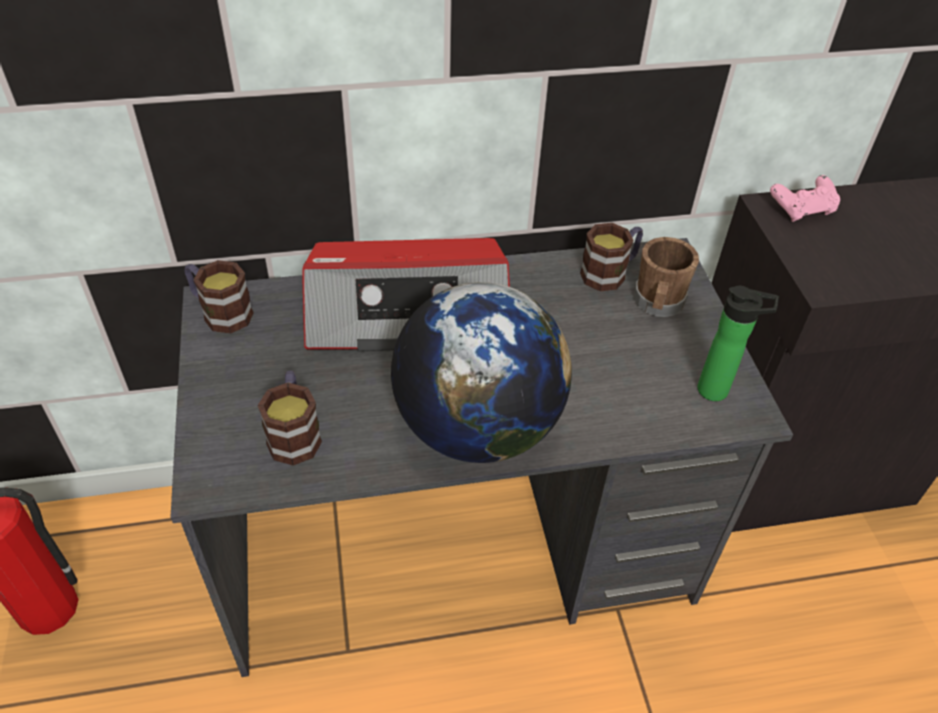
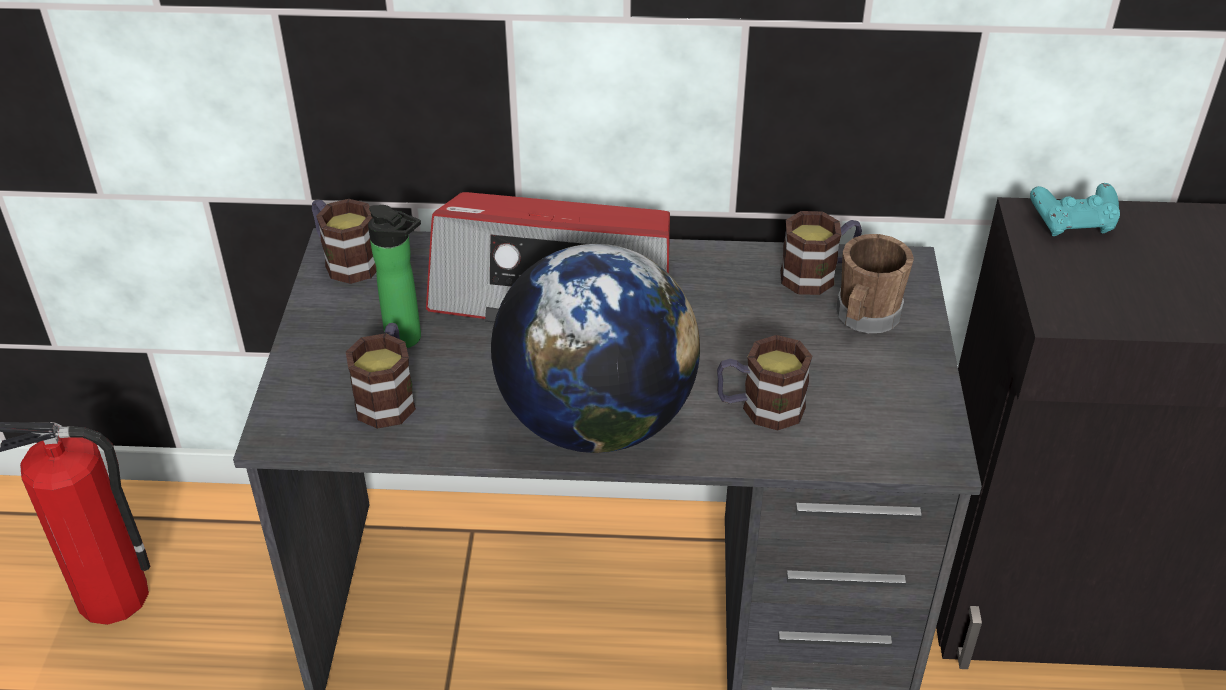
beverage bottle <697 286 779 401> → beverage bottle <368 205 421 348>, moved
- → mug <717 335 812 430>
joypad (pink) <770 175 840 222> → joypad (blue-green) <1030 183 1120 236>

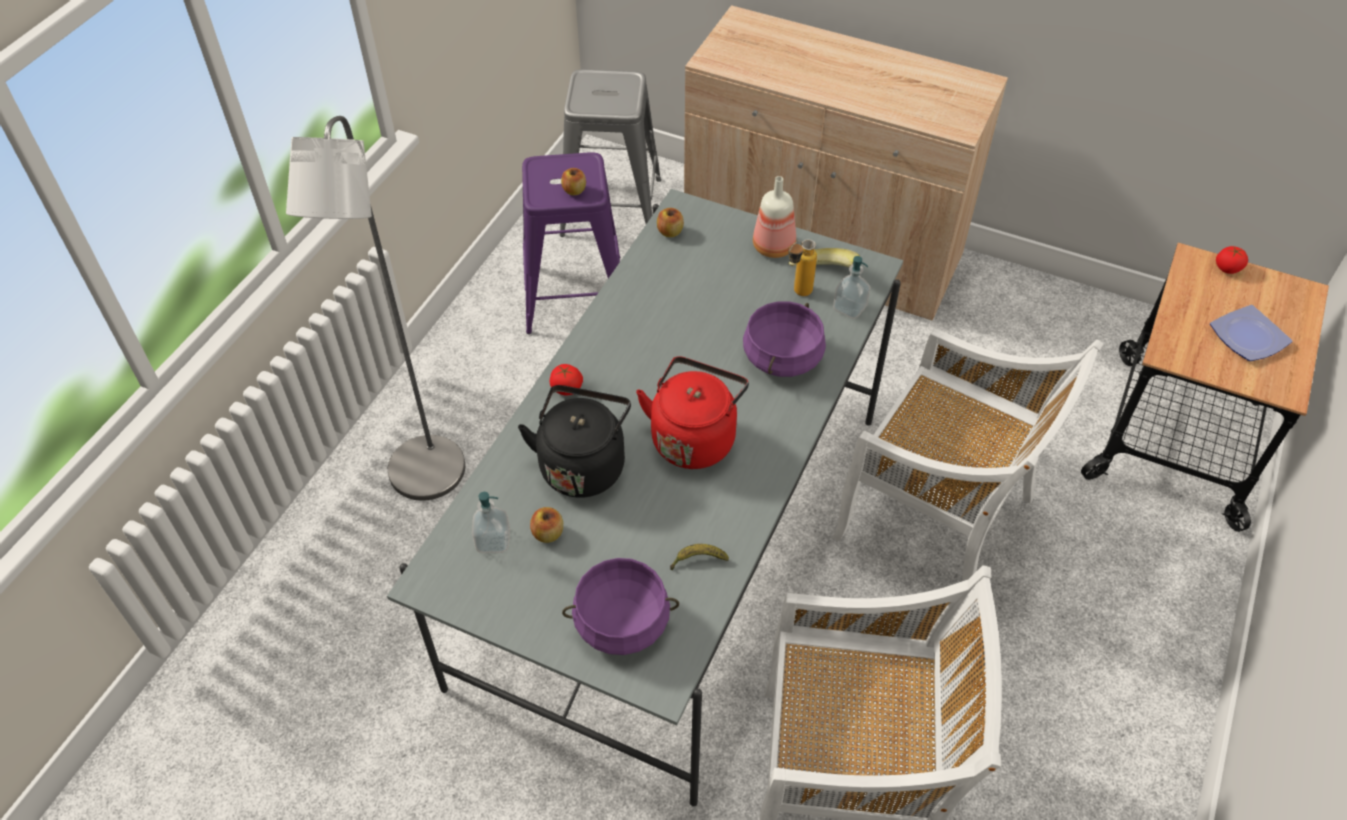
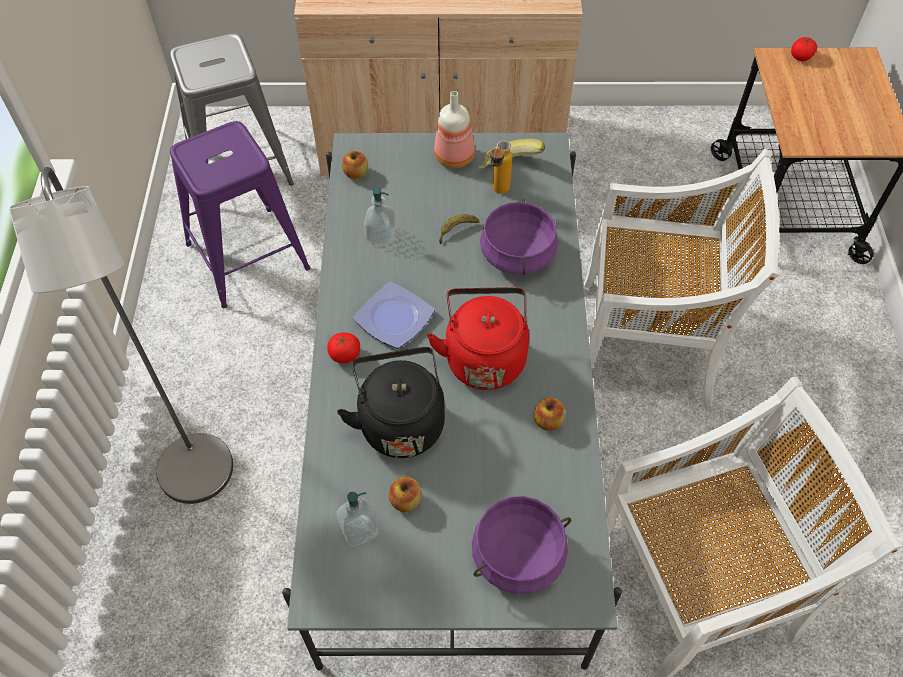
plate <1210 305 1292 361> → plate <353 281 435 349>, moved
soap bottle <833 256 871 319> → soap bottle <364 188 396 245>, moved
whole banana <670 544 729 570> → whole banana <439 214 480 244>, moved
whole apple <561 168 586 195> → whole apple <534 397 565 431>, moved

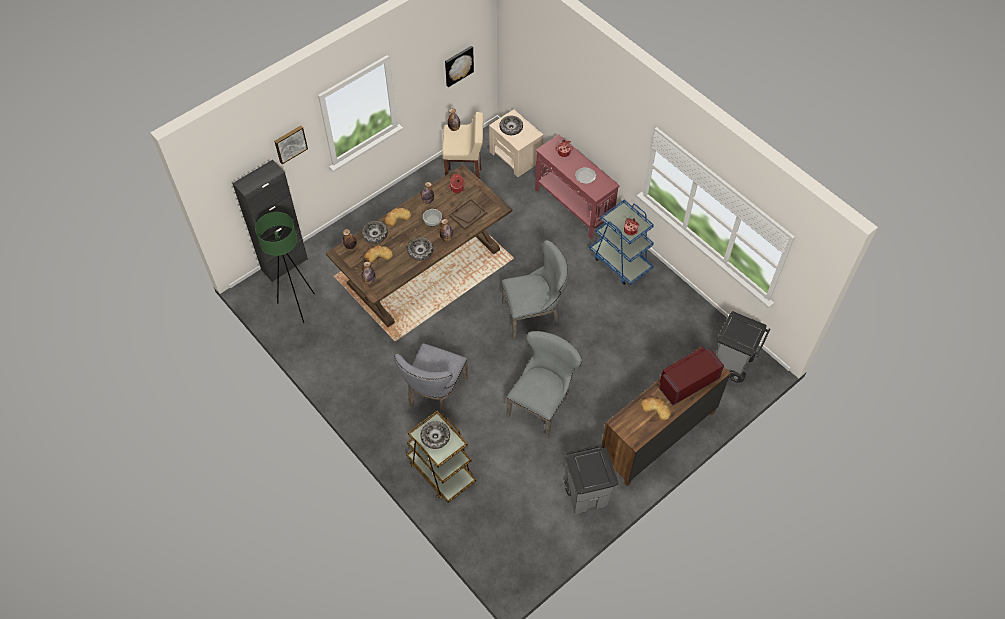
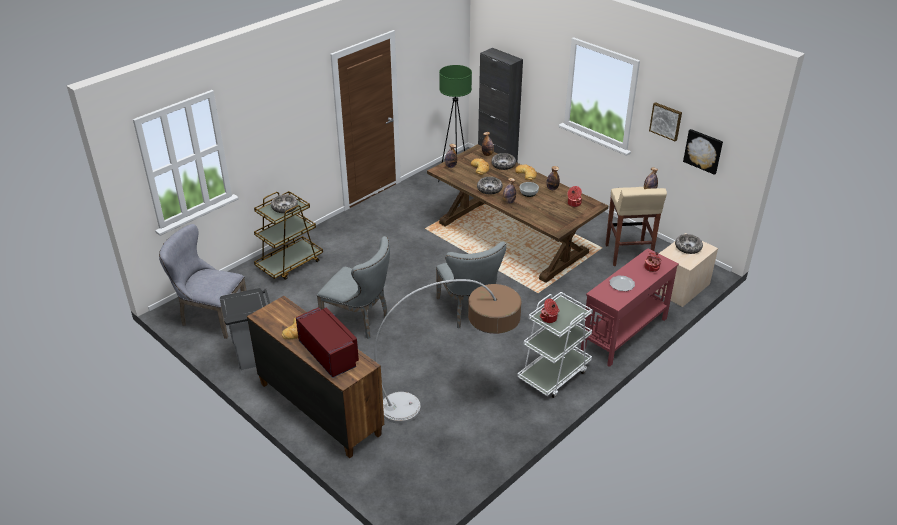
upright chair (greyish) <394 343 468 418> → upright chair (greyish) <159 224 247 339>, moved
- → standard lamp <374 279 522 424>
cart (bluish) <590 200 654 285> → cart (whitish) <517 292 592 398>
wall art <274 126 308 164> → wall art <649 102 682 141>, moved
carrying tray (brown) <449 198 487 230> → -
rubbish bin (greyish) <717 311 770 383> → -

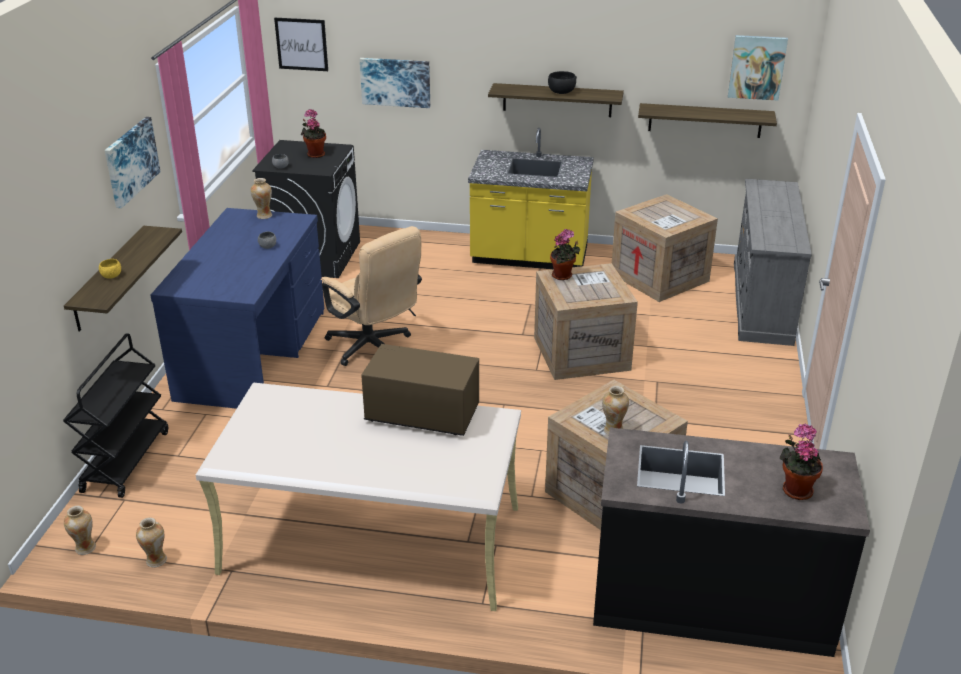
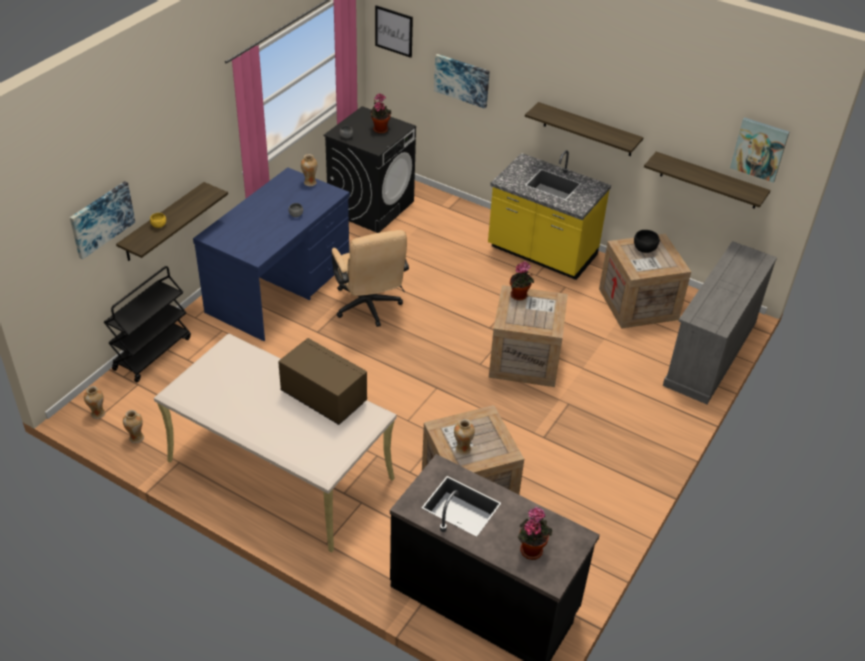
wall art <105 117 161 208> → wall art <70 181 135 259>, moved
bowl (black) <548 71 577 94> → bowl (black) <634 230 660 253>, moved

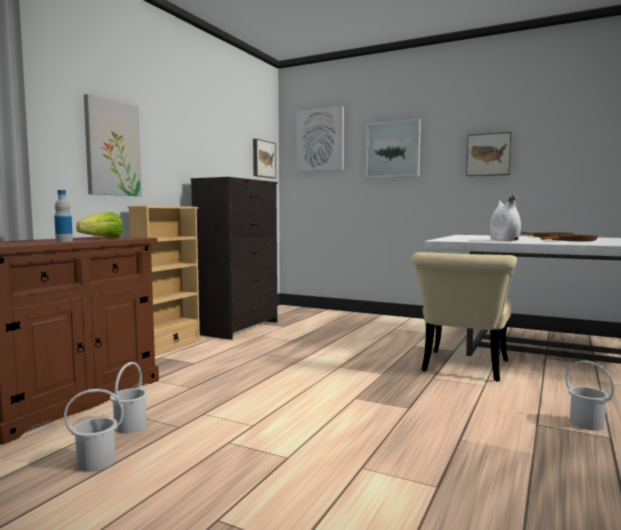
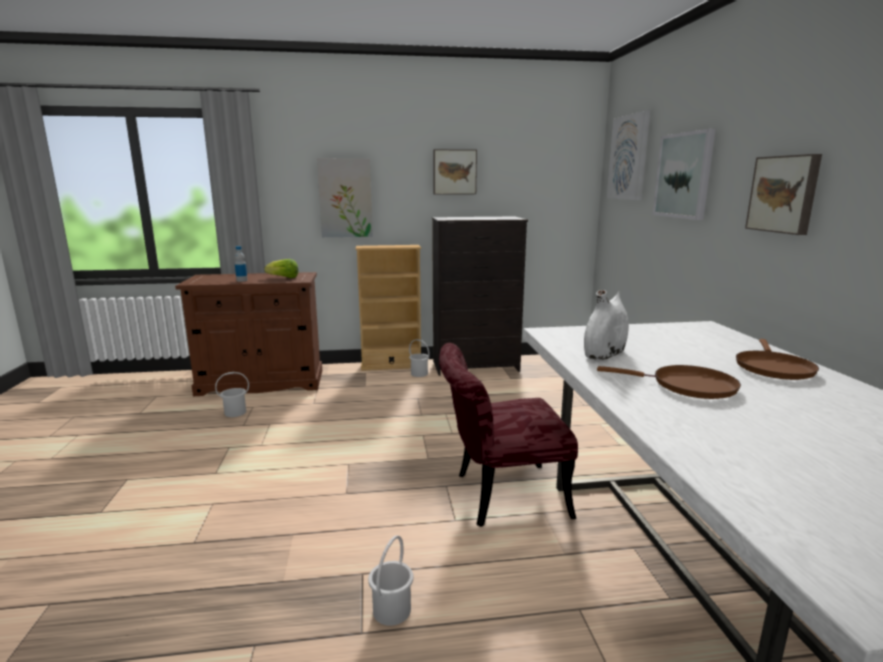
water bucket (whitish) <64 389 124 472> → water bucket (whitish) <409 339 430 377>, moved
wall art <253 139 276 178> → wall art <433 149 477 195>, moved
upright chair (beige) <412 252 517 382> → upright chair (red-coloured) <439 343 578 527>

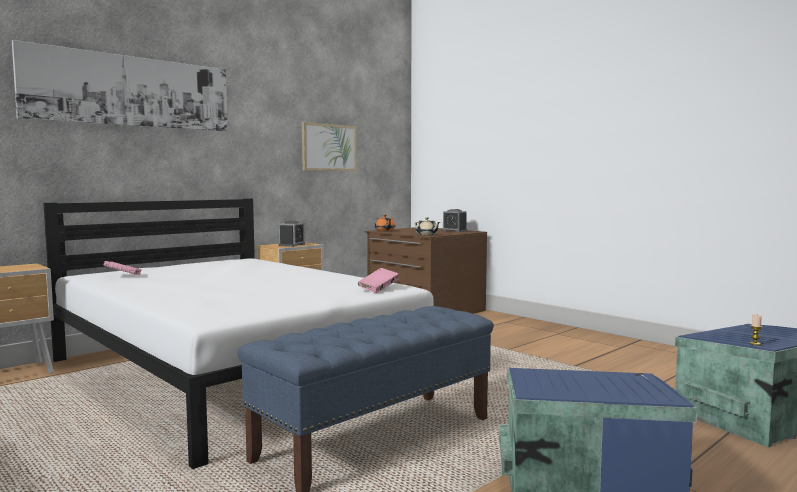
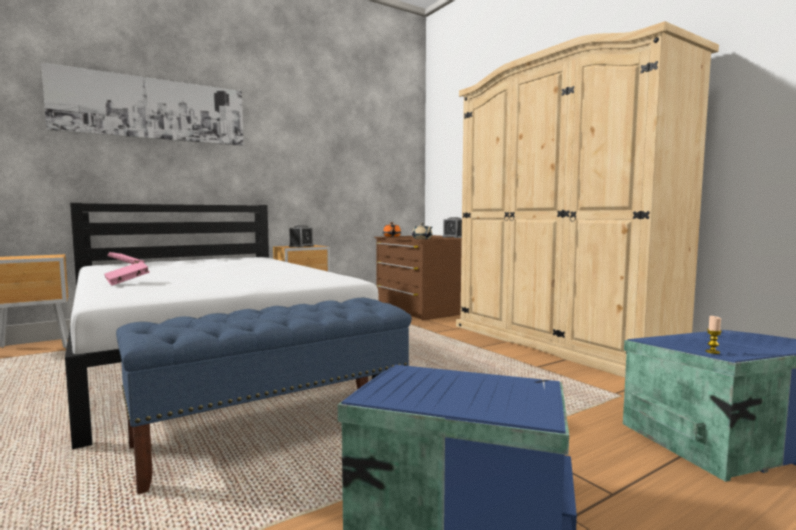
volume (pink) <358 268 399 293> → volume (pink) <104 261 150 286>, moved
- → clothes cupboard (beige) <456 21 719 377>
wall art <302 122 356 171> → -

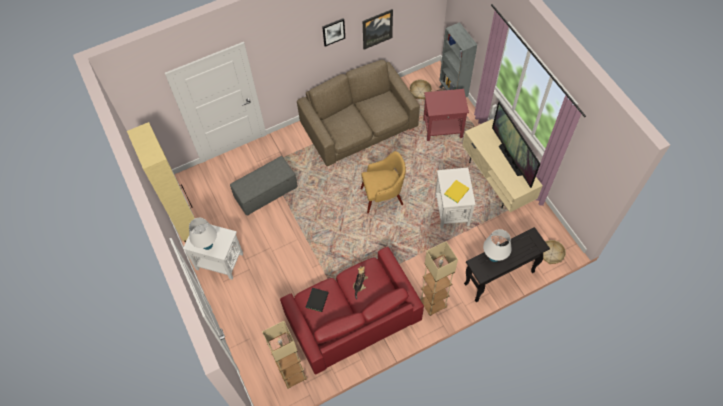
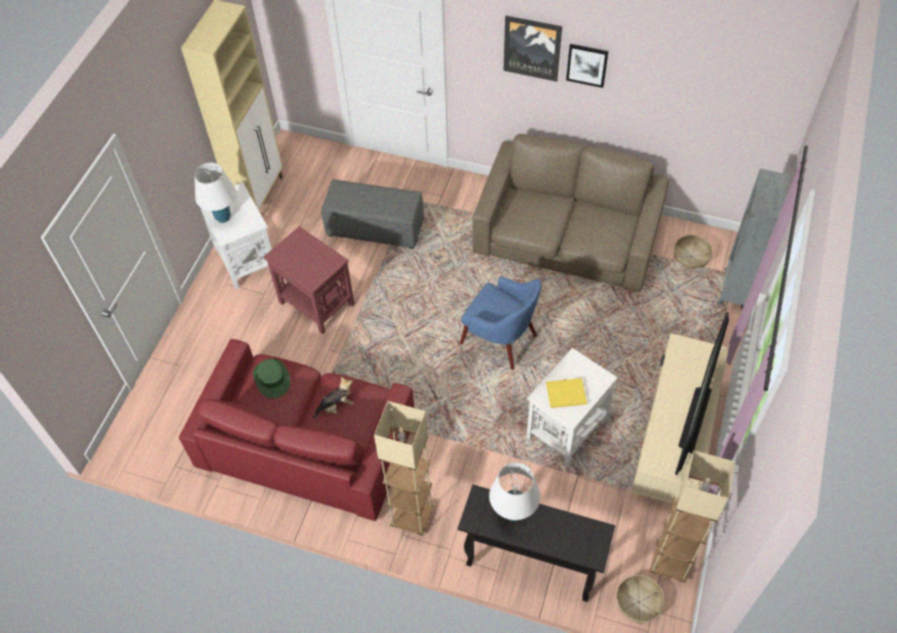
volume (black) <306 288 329 312> → wearable hat (greenish) <253 359 290 398>
accent table (red-coloured) <423 89 469 141> → accent table (red-coloured) <263 226 355 334>, moved
armchair (yellow-coloured) <361 151 406 213> → armchair (bluish) <460 276 541 370>
wall art <363 9 393 49> → wall art <503 16 562 82>, moved
standard lamp (beige) <262 321 307 389> → standard lamp (beige) <650 450 735 582>, moved

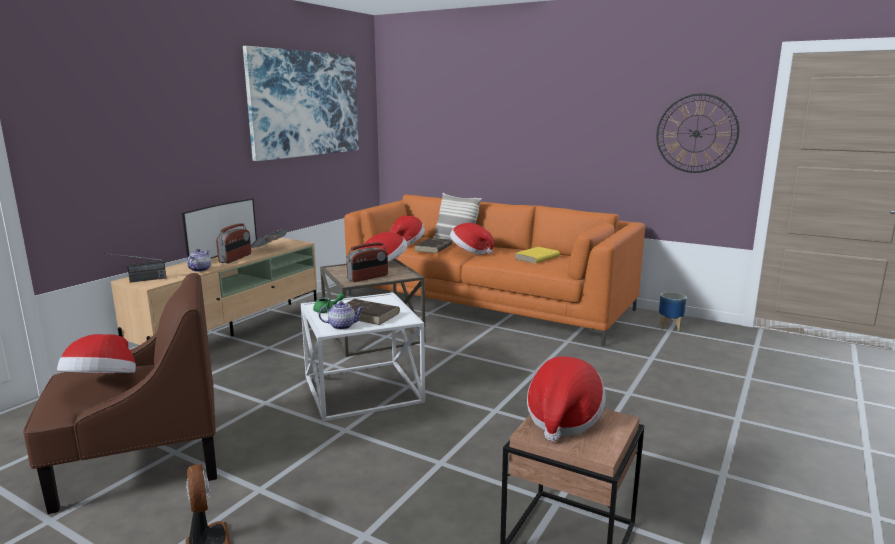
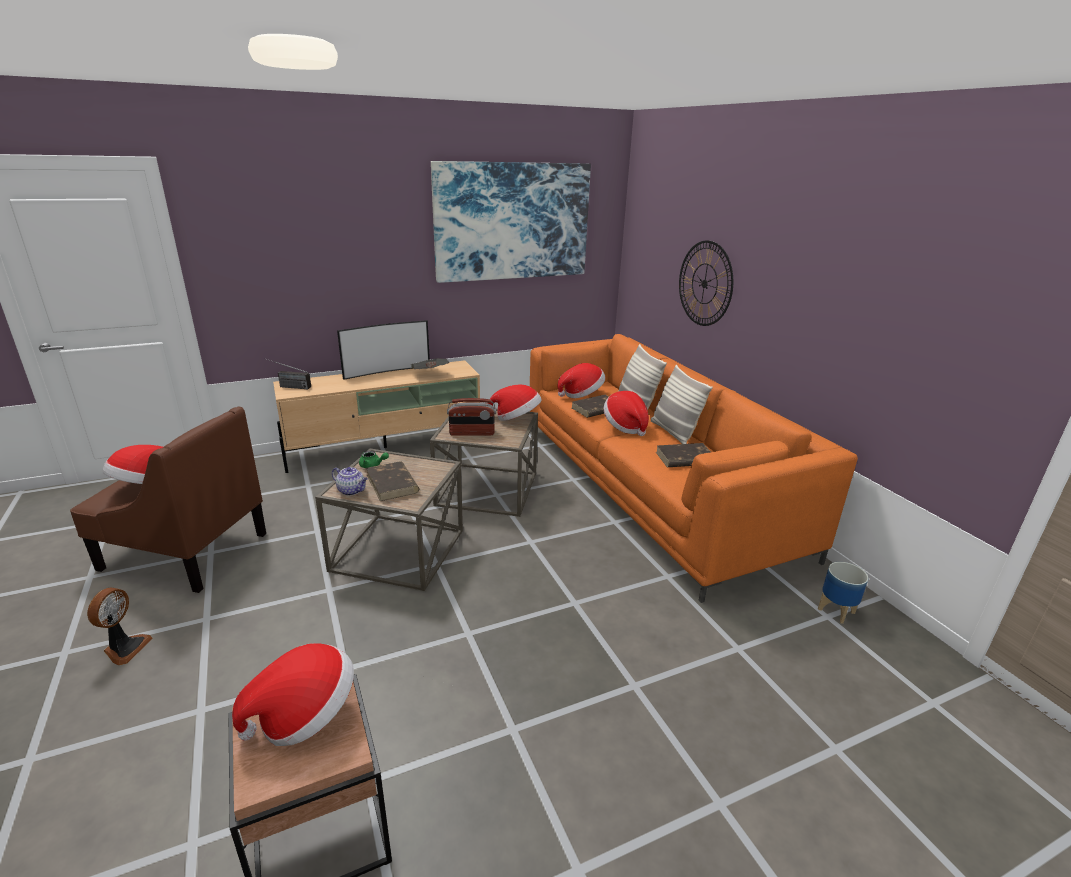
accent table (whitish) <301 293 425 422> → accent table (brown) <315 449 463 591>
- → pillow <651 365 713 444>
volume (yellow-coloured) <515 247 560 264> → volume (brown) <656 443 711 467>
clock on the wall <656 93 739 173> → clock on the wall <679 240 733 326>, moved
tea pot <187 249 211 272> → -
radio receiver <216 224 251 263> → -

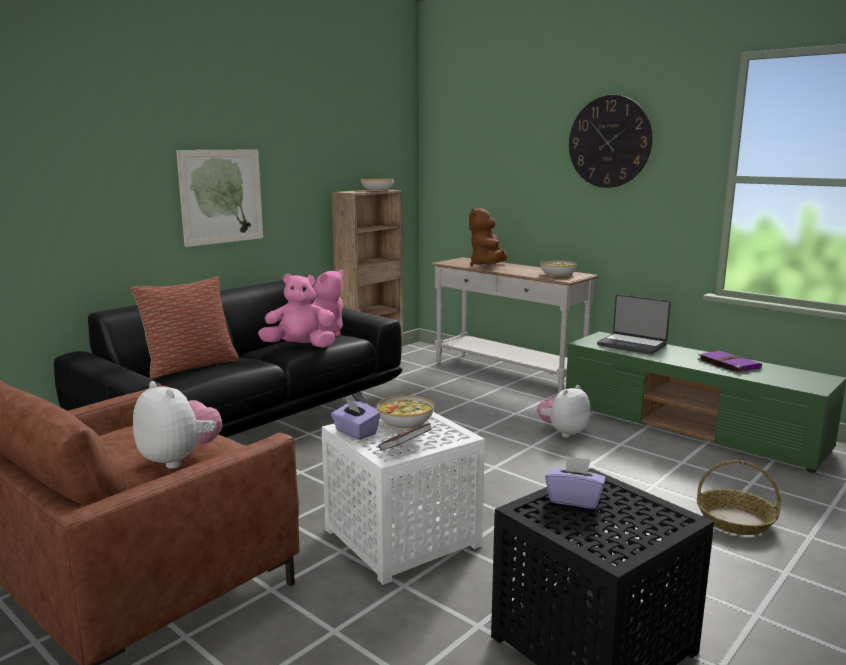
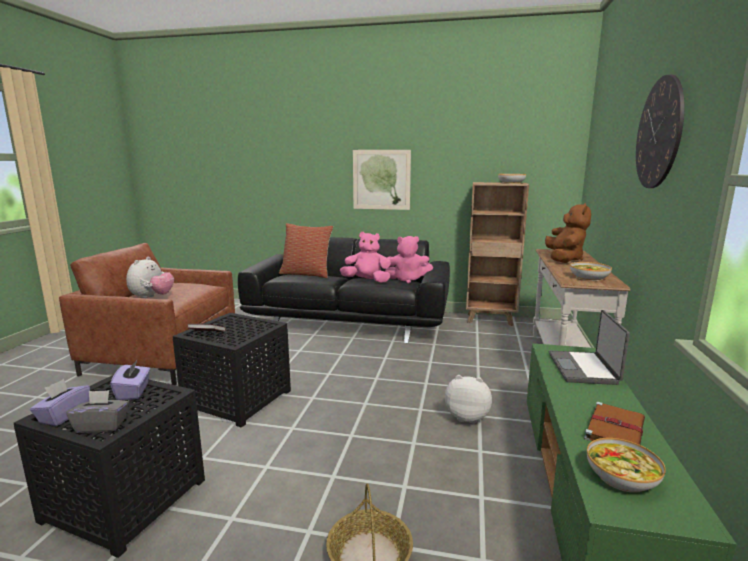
tissue holder (purple) <331 399 380 440> → tissue holder (purple) <30 379 90 426>, moved
- → tissue holder (greyish) <66 390 129 433>
accent table (whitish) <322 412 485 585> → accent table (black) <173 313 291 428>
plush toy (pink) <258 273 335 348> → plush toy (pink) <340 232 391 283>, 45 degrees counterclockwise
plush toy (brown) <469 208 507 266> → plush toy (brown) <545 203 591 263>, 120 degrees clockwise
volume (purple) <697 351 762 373> → volume (brown) <584 402 645 445>
bowl <377 395 434 429> → bowl <587 438 666 493>, moved

